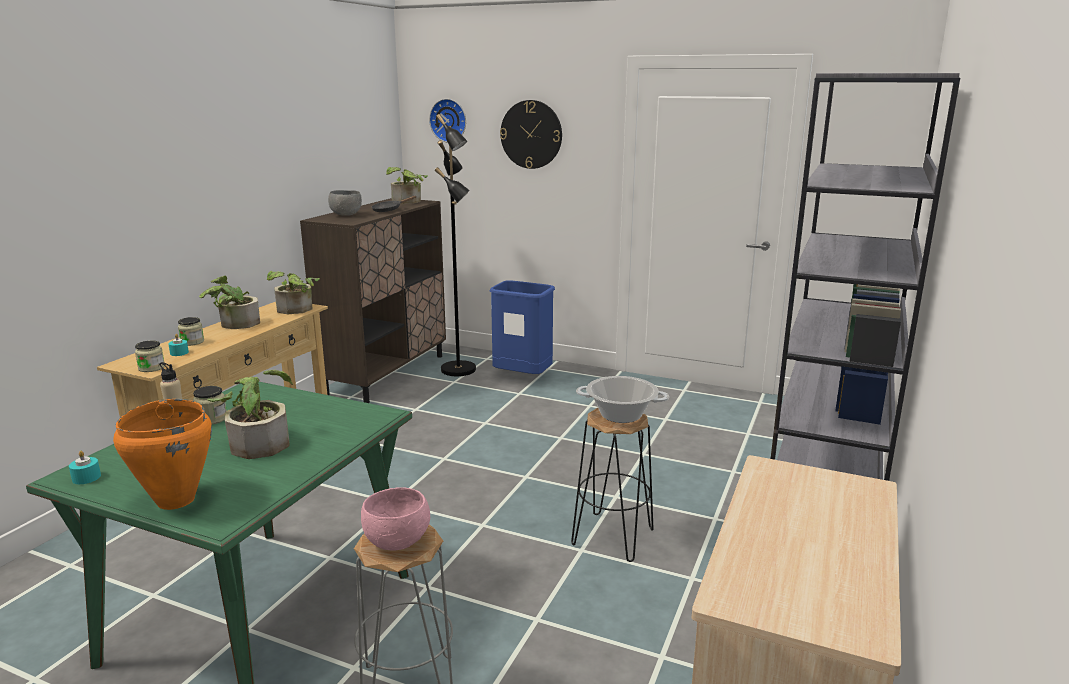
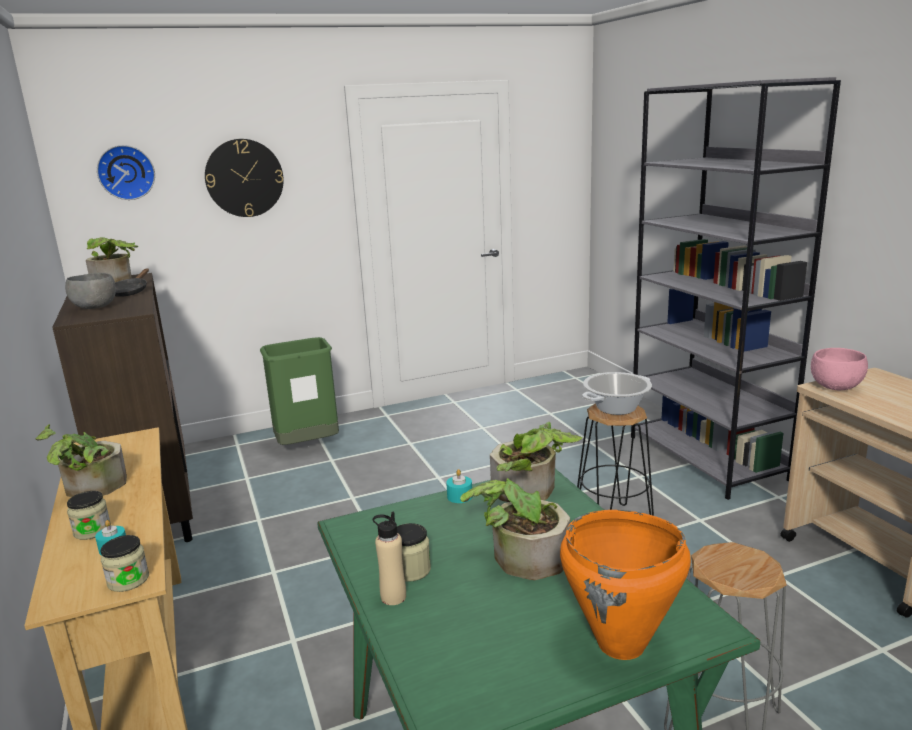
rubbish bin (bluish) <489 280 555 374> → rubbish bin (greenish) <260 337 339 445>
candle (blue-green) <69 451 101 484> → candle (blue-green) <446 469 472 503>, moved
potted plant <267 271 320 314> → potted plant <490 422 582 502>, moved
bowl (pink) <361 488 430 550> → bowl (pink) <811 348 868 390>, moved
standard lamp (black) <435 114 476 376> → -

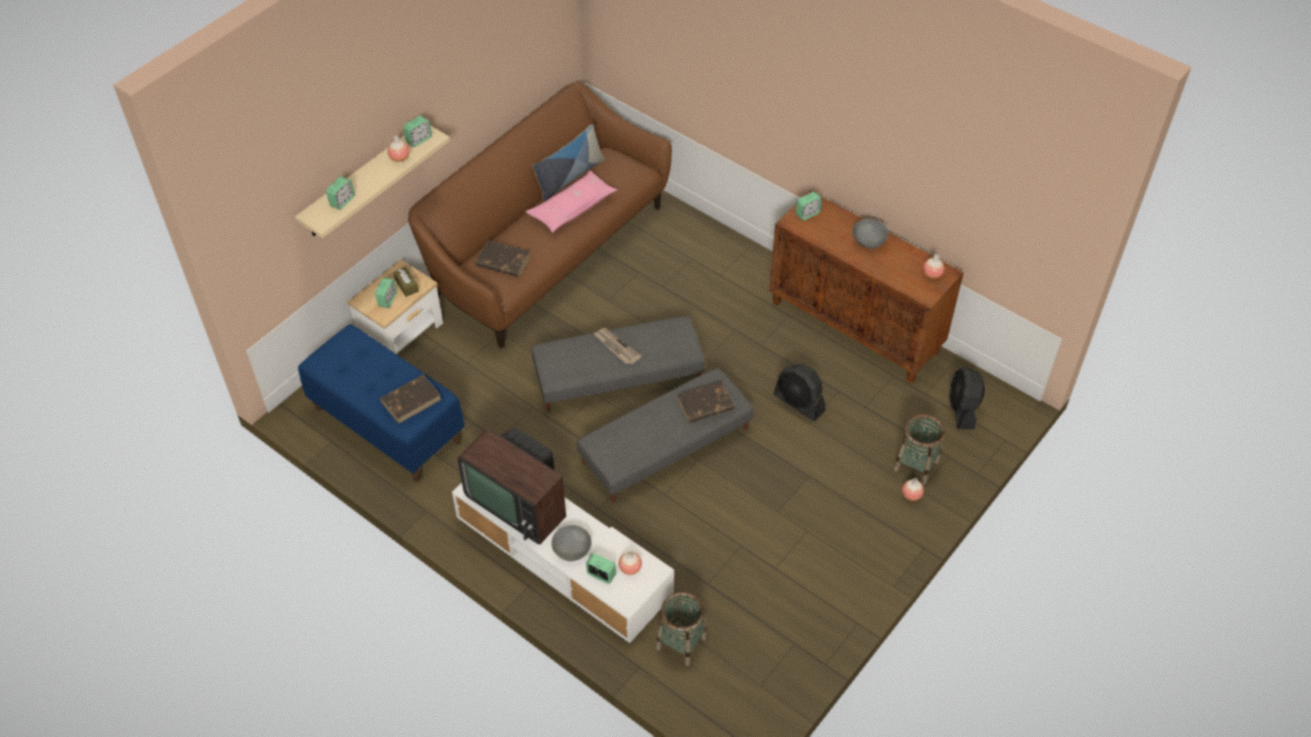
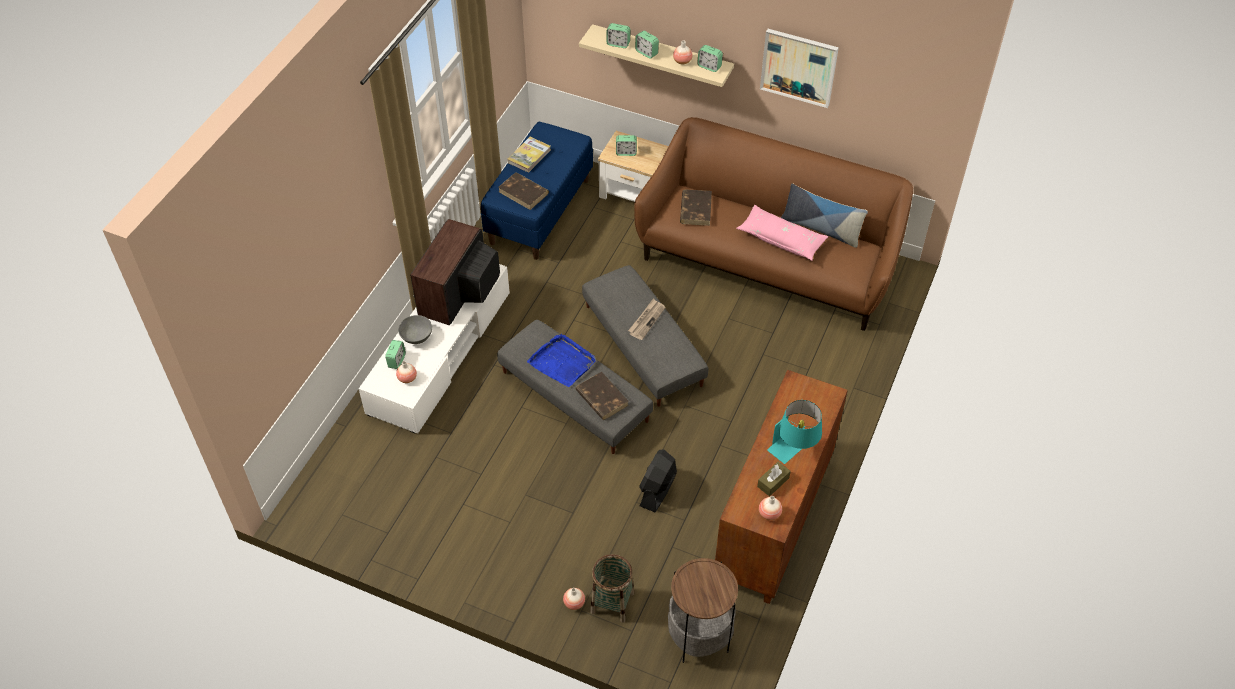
- → volume <507 137 551 173>
- → carrying tray (bluish) <527 334 596 387>
bedside clock <796 192 822 221> → bedside clock <635 31 659 59>, moved
cooling fan (black) <949 366 985 429> → accent table <668 558 738 663>
tissue holder (brown) <393 267 419 297> → tissue holder (brown) <757 461 791 496>, moved
- → wall art <760 29 839 108>
bowl (greyish) <852 219 888 249> → tabletop lamp (blue-green) <767 400 822 464>
basket <656 592 707 666> → -

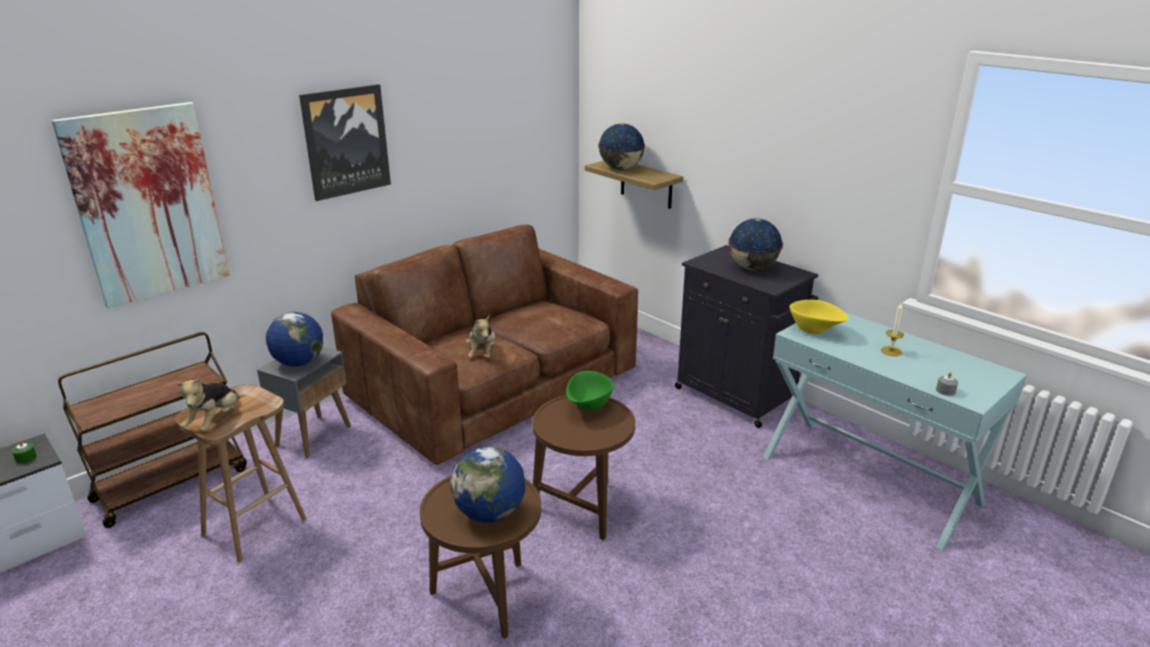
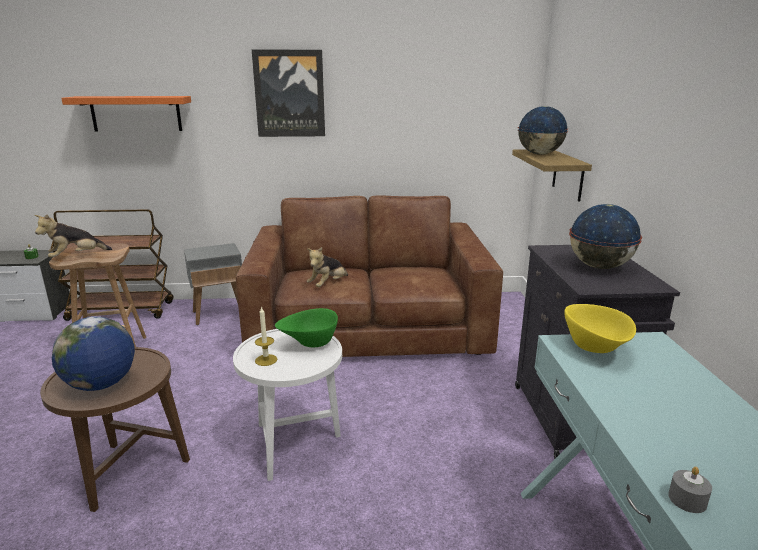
wall art <52 102 230 308> → bracket shelf (orange-coloured) <61 96 191 132>
accent table (brown) <532 395 635 540> → accent table (whitish) <233 329 342 481>
candle <881 304 904 356> → candle <255 306 277 366>, moved
globe <266 312 323 367> → -

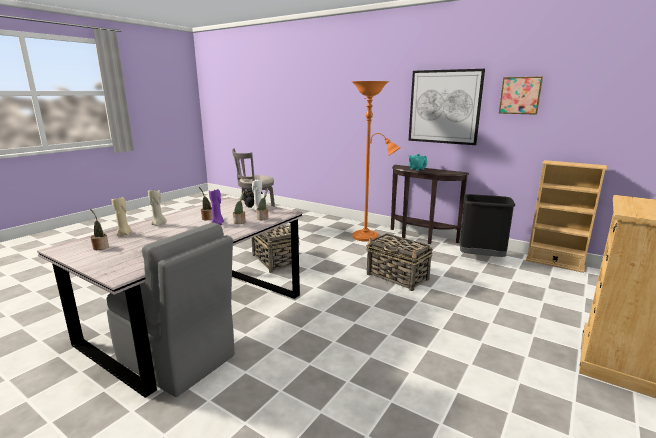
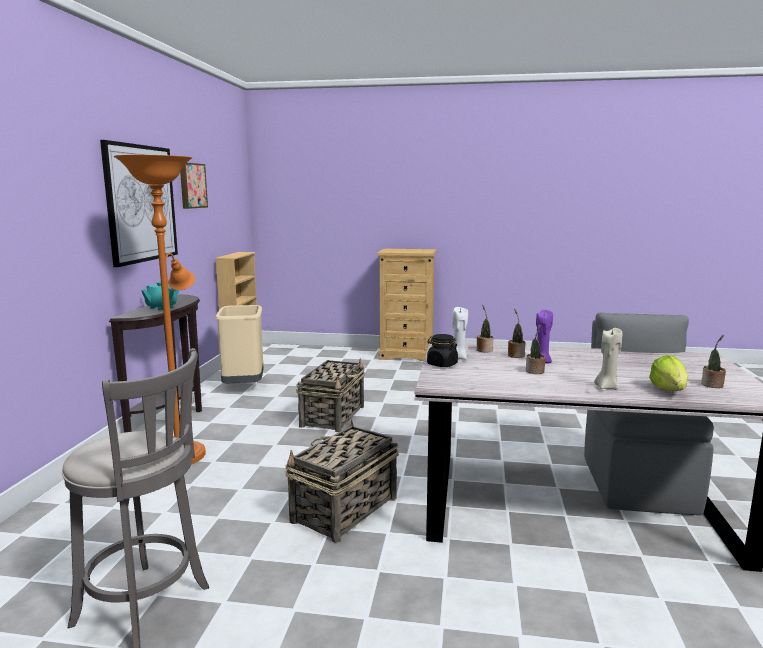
rubbish bin (black) <460 194 515 257> → rubbish bin (beige) <215 305 264 383>
candle (beige) <112 197 132 236> → lettuce <649 355 688 391>

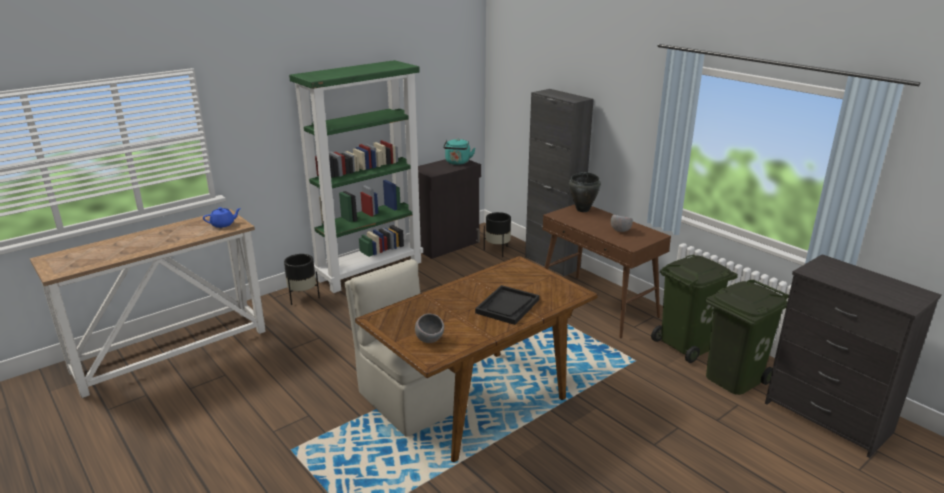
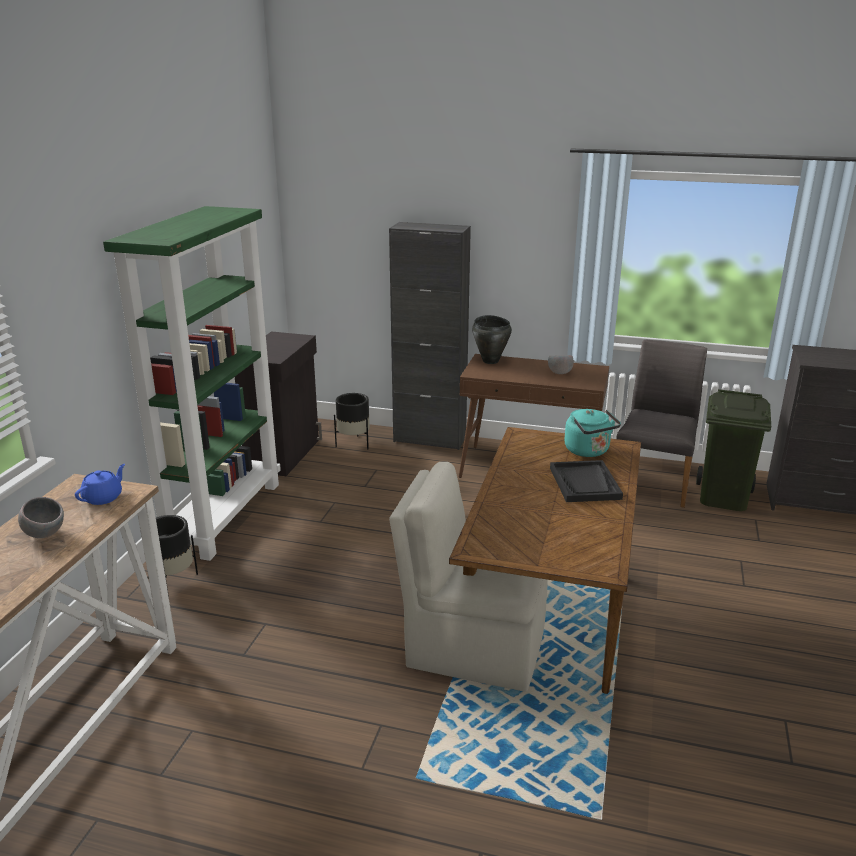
bowl (greyish) <415 314 444 343> → bowl (greyish) <18 497 64 538>, moved
water kettle (blue-green) <443 139 475 165> → water kettle (blue-green) <564 409 621 457>, moved
rubbish bin (greenish) <651 255 738 363> → upright chair (greyish) <616 340 707 508>

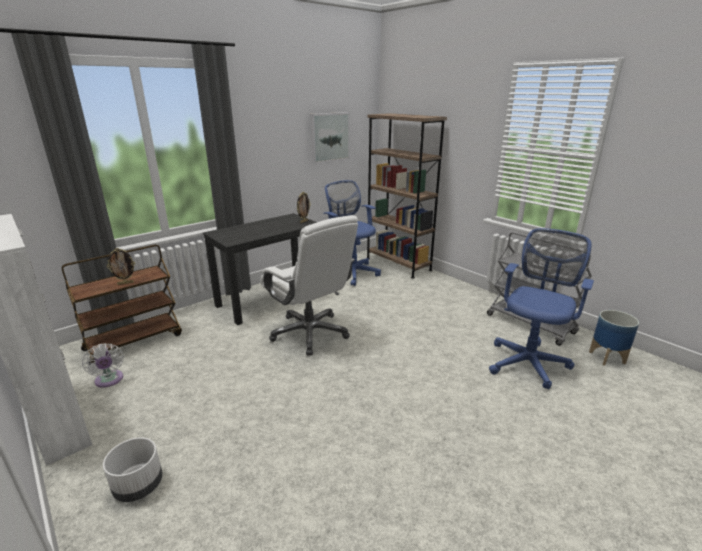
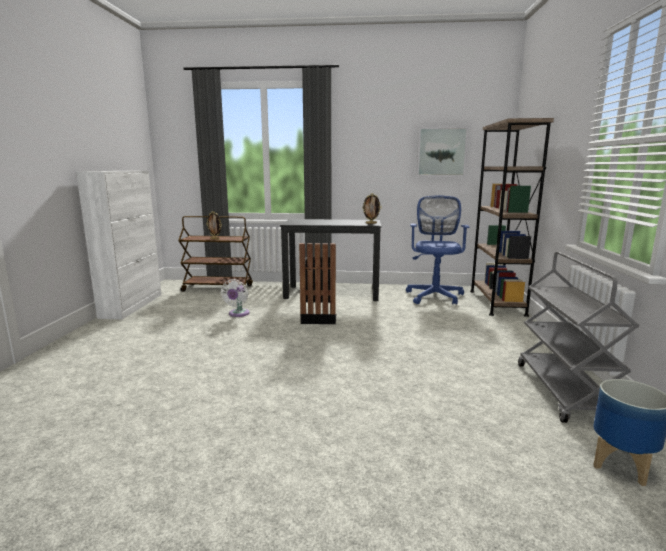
cooling fan (whitish) <82 343 124 388> → cooling fan (whitish) <221 279 250 317>, moved
office chair (whitish) <260 215 358 356> → rubbish bin (black) <299 243 336 324>
flower pot (whitish) <103 438 163 502> → -
office chair (bluish) <489 228 594 389> → -

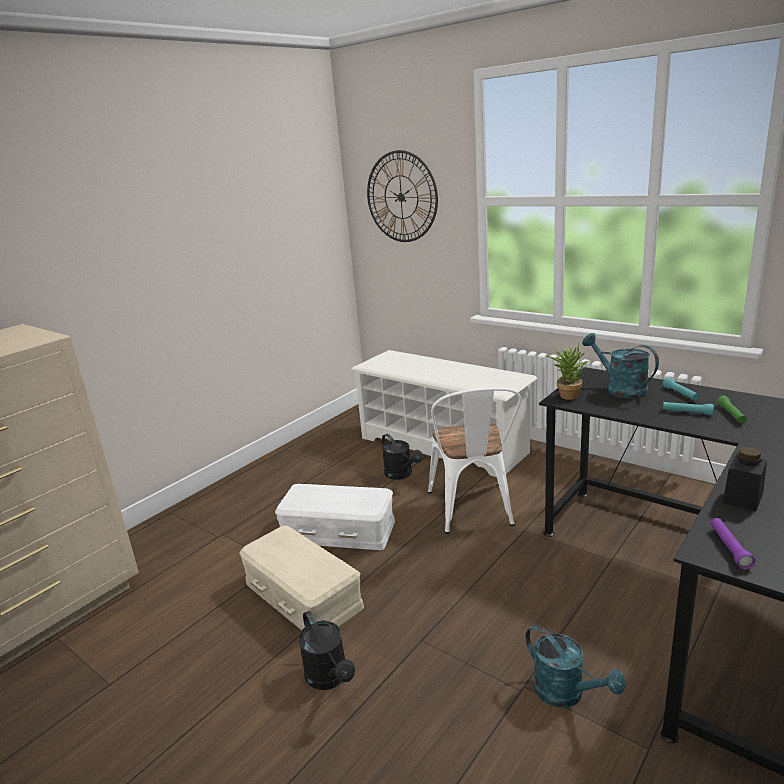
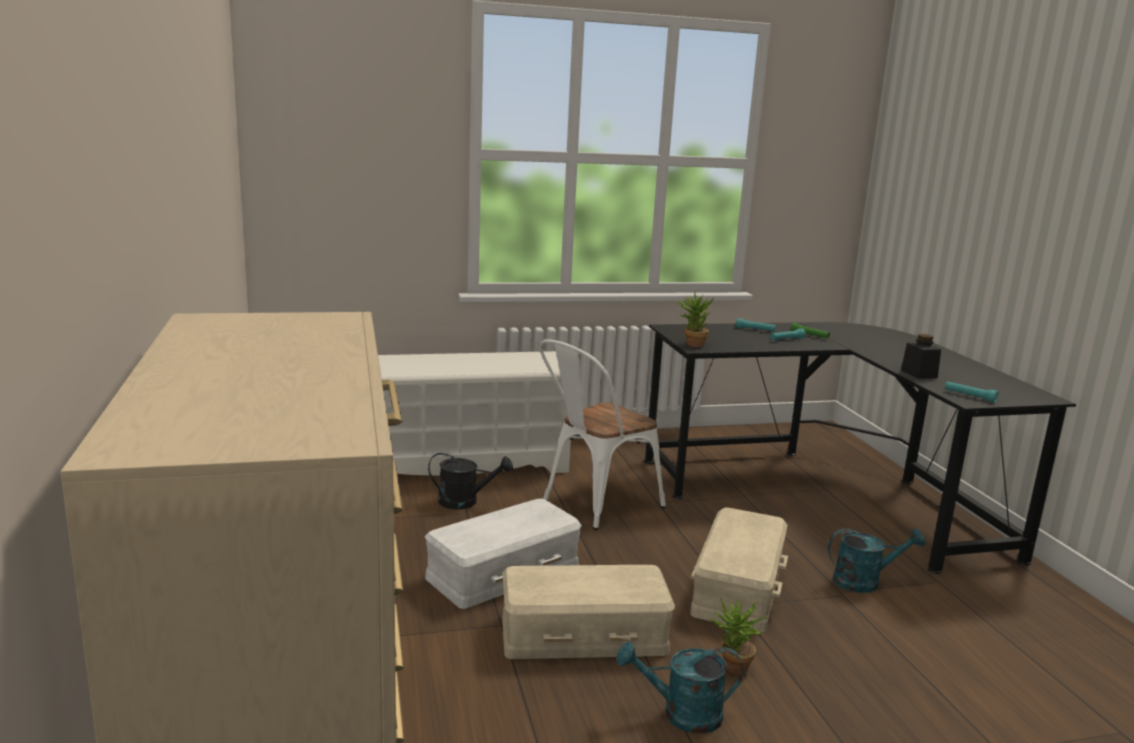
upright chair (whitish) <428 388 521 534> → upright chair (whitish) <540 339 666 530>, 105 degrees clockwise
sprinkling can (blue-green) <582 333 659 399> → sprinkling can (blue-green) <617 642 743 734>, moved
- → storage box (beige) <690 508 788 632>
sprinkling can (black) <299 611 355 690> → potted plant <710 597 769 674>
hand torch (purple) <711 518 756 569> → hand torch (blue-green) <945 381 998 403>
clock on the wall <367 150 438 242> → -

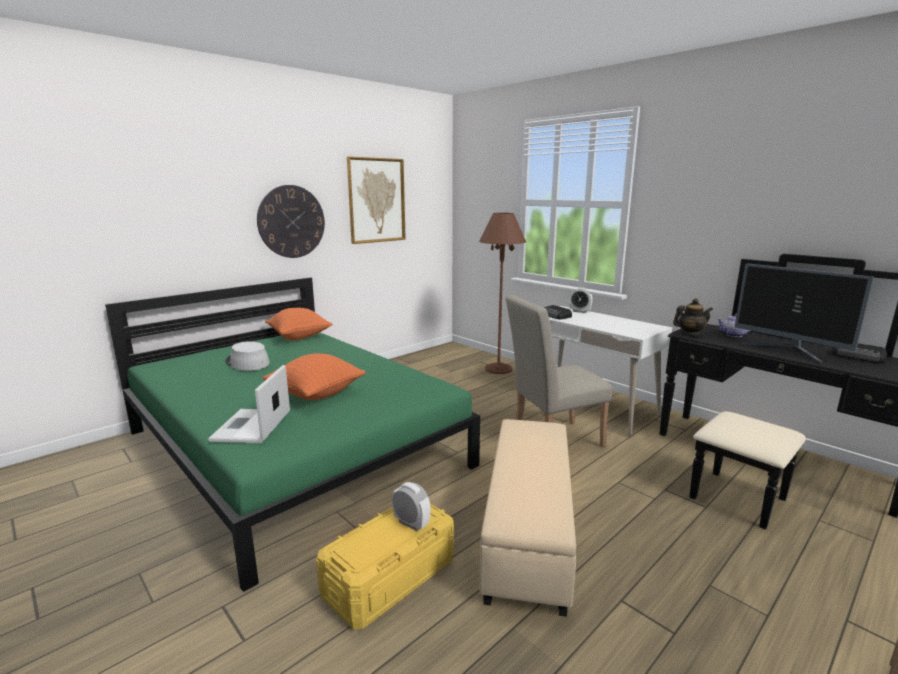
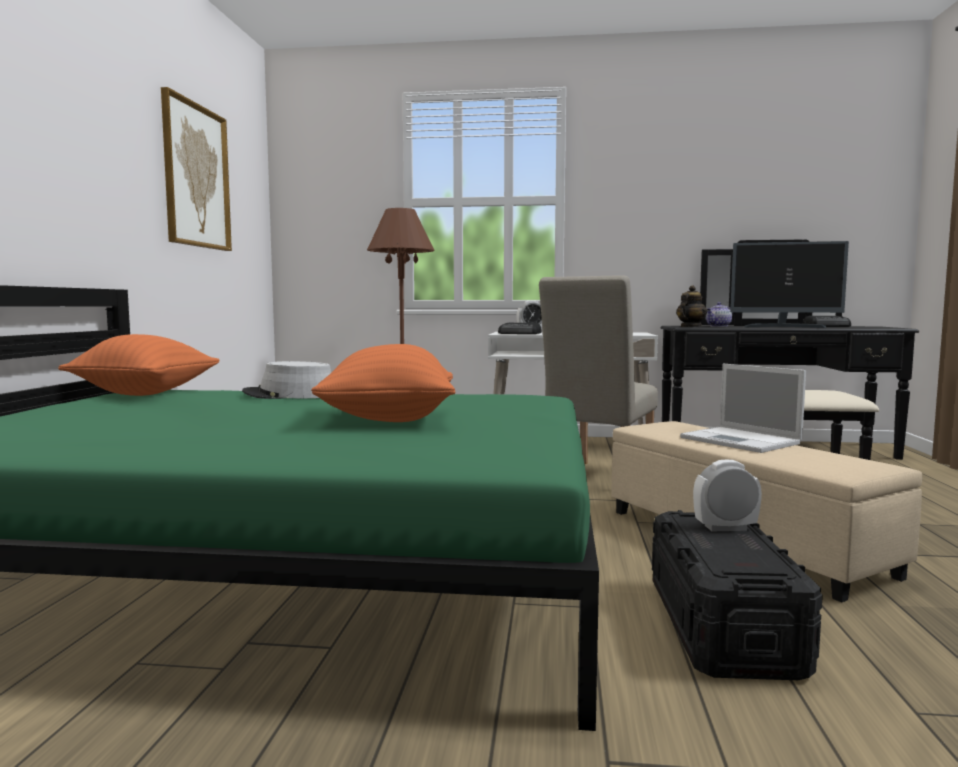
wearable hat (greyish) <226 341 270 371> → wearable hat (greyish) <242 361 331 399>, moved
storage box (yellow-coloured) <316 504 454 629> → storage box (black) <652 510 823 680>
notebook computer <208 365 290 443> → notebook computer <680 364 806 453>, moved
clock on the wall <257 185 325 258> → -

